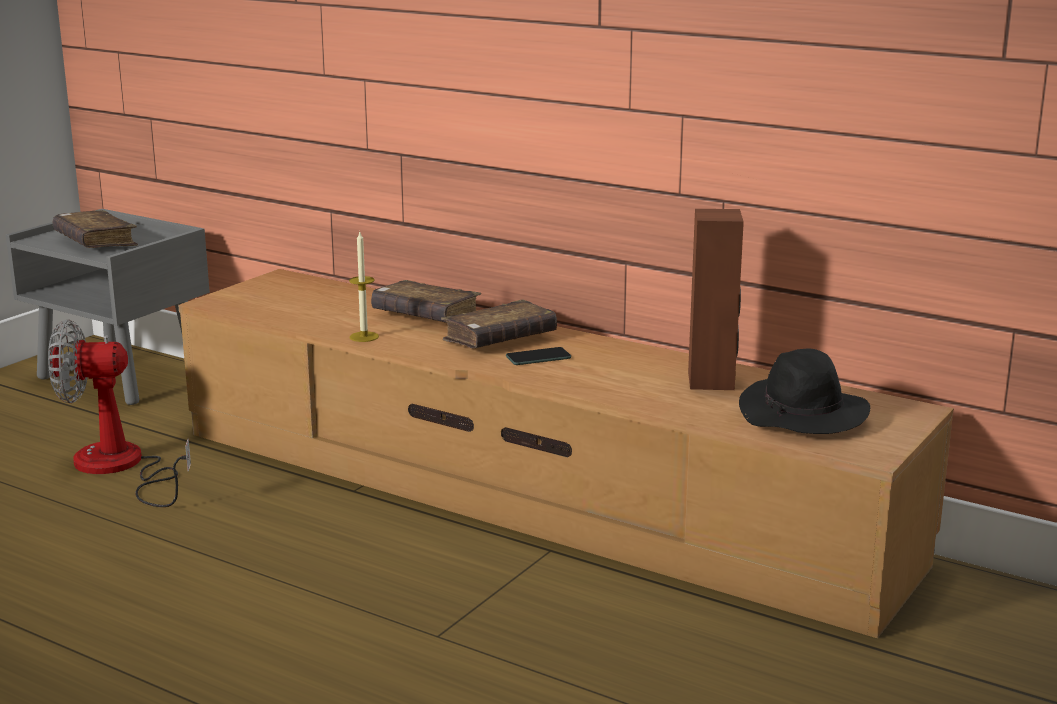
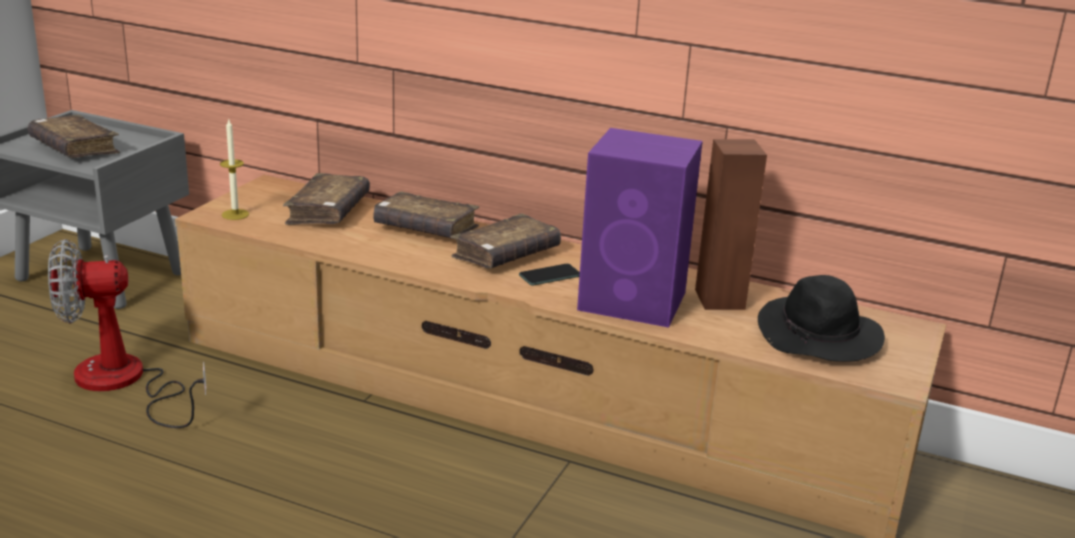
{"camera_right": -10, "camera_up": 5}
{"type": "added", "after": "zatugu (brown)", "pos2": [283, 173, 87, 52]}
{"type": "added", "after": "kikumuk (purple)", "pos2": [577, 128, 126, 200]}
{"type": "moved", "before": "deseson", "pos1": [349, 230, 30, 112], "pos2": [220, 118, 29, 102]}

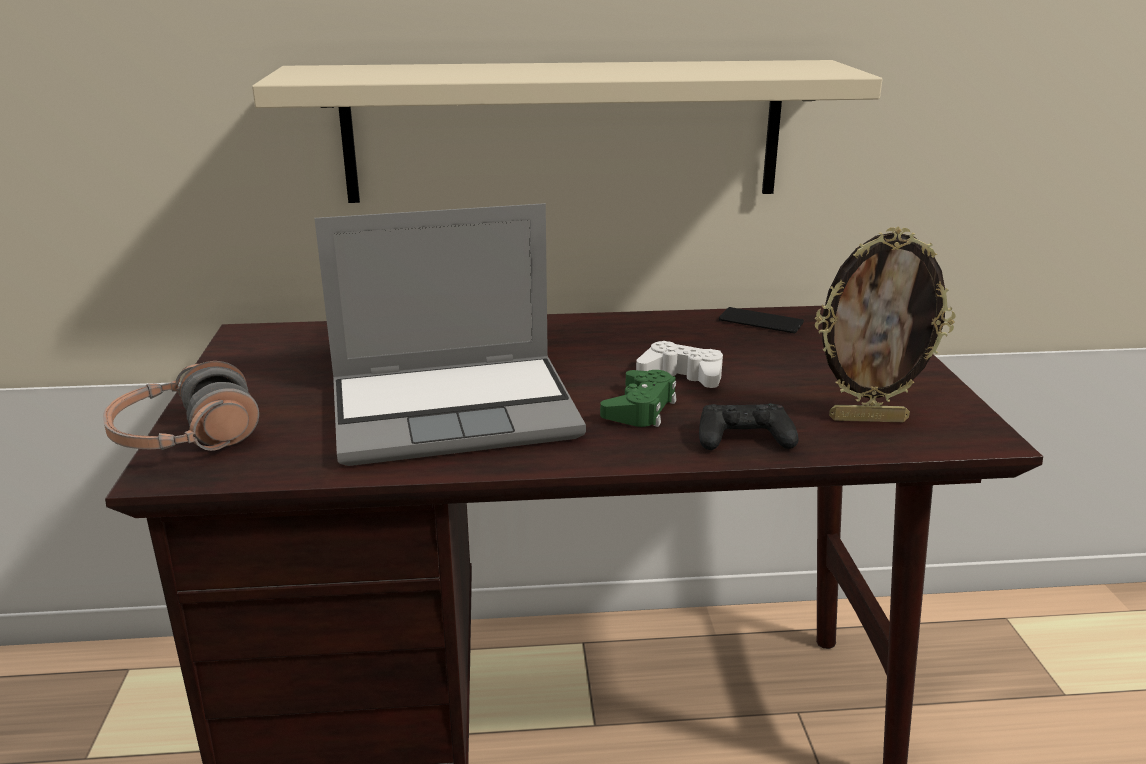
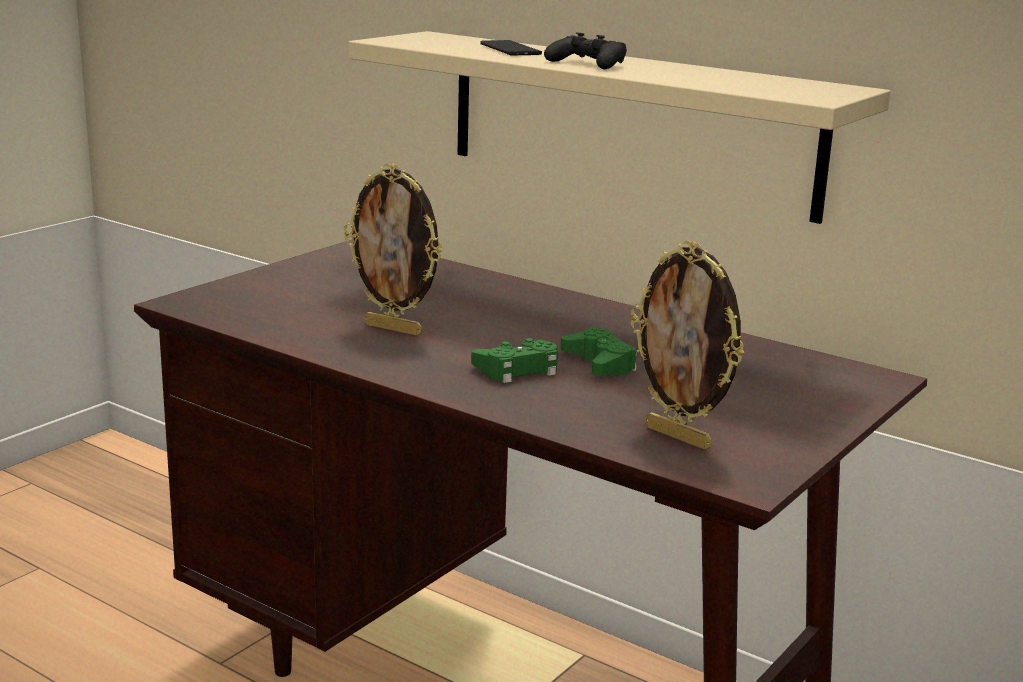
{"camera_right": 40, "camera_up": -5}
{"type": "removed", "before": "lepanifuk", "pos1": [103, 361, 156, 90]}
{"type": "moved", "before": "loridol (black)", "pos1": [699, 404, 99, 46], "pos2": [544, 32, 83, 37]}
{"type": "moved", "before": "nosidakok", "pos1": [719, 307, 85, 27], "pos2": [480, 40, 62, 15]}
{"type": "replaced", "before": "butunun", "after": "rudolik", "pos1": [314, 203, 272, 263], "pos2": [344, 163, 98, 172]}
{"type": "recoloured", "before": "loridol (white)", "after": "loridol (green)", "pos1": [636, 341, 87, 47], "pos2": [561, 327, 76, 49]}

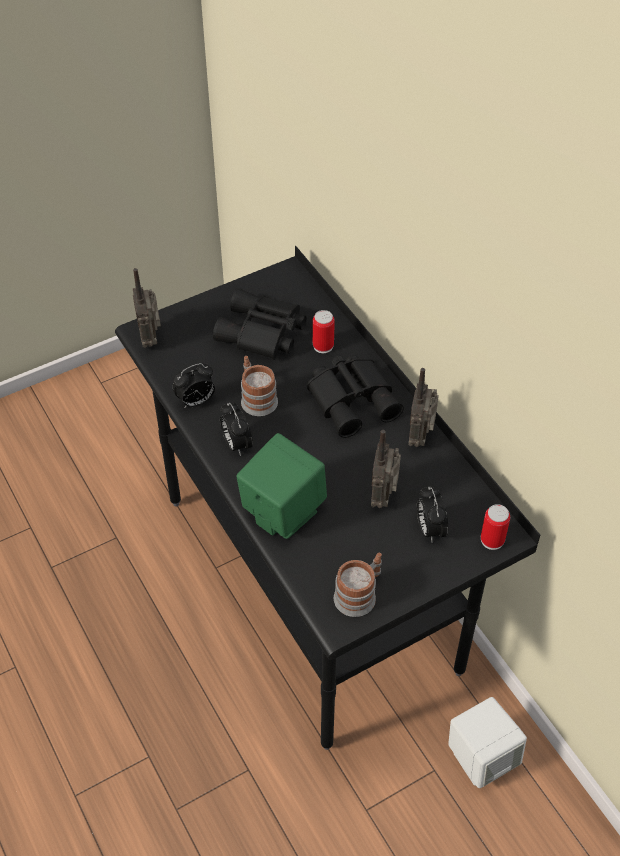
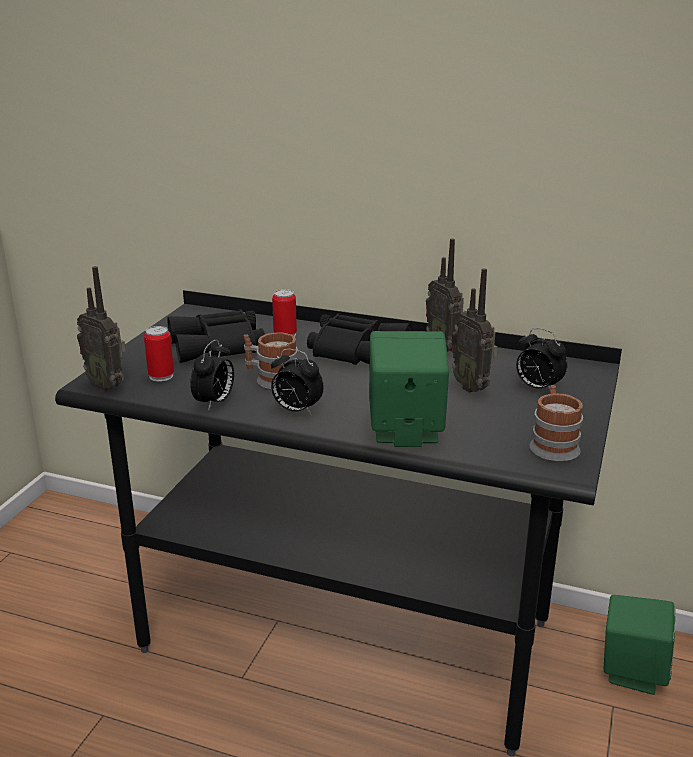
{"camera_right": -40, "camera_up": -25}
{"type": "moved", "before": "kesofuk", "pos1": [481, 504, 29, 46], "pos2": [144, 326, 30, 56]}
{"type": "recoloured", "before": "kikumuk (white)", "after": "kikumuk (green)", "pos1": [448, 697, 79, 91], "pos2": [603, 595, 73, 100]}

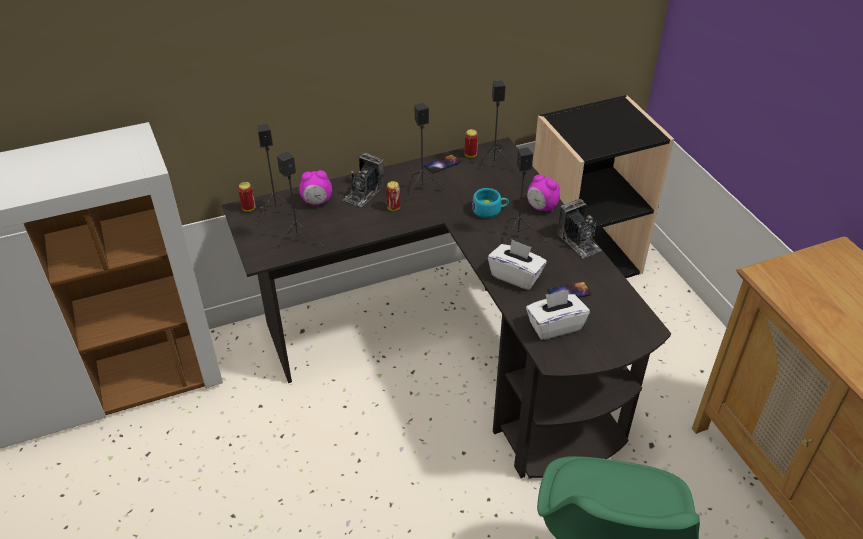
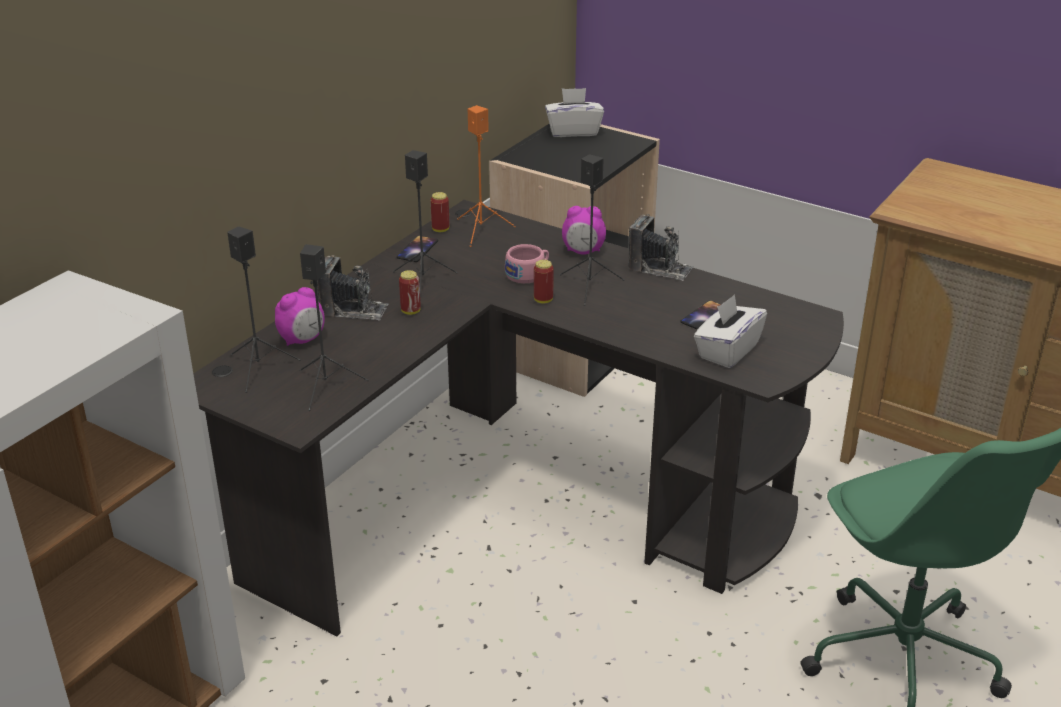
{"camera_right": -35, "camera_up": -10}
{"type": "moved", "before": "kesofuk", "pos1": [238, 182, 18, 30], "pos2": [534, 260, 20, 44]}
{"type": "moved", "before": "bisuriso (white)", "pos1": [488, 239, 59, 51], "pos2": [545, 88, 59, 49]}
{"type": "recoloured", "before": "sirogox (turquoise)", "after": "sirogox (pink)", "pos1": [472, 188, 37, 30], "pos2": [505, 244, 44, 39]}
{"type": "recoloured", "before": "kikumuk (black)", "after": "kikumuk (orange)", "pos1": [475, 80, 43, 95], "pos2": [457, 105, 59, 142]}
{"type": "turned", "before": "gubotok", "pos1": [343, 153, 41, 54], "pos2": [317, 255, 72, 66], "turn": -75}

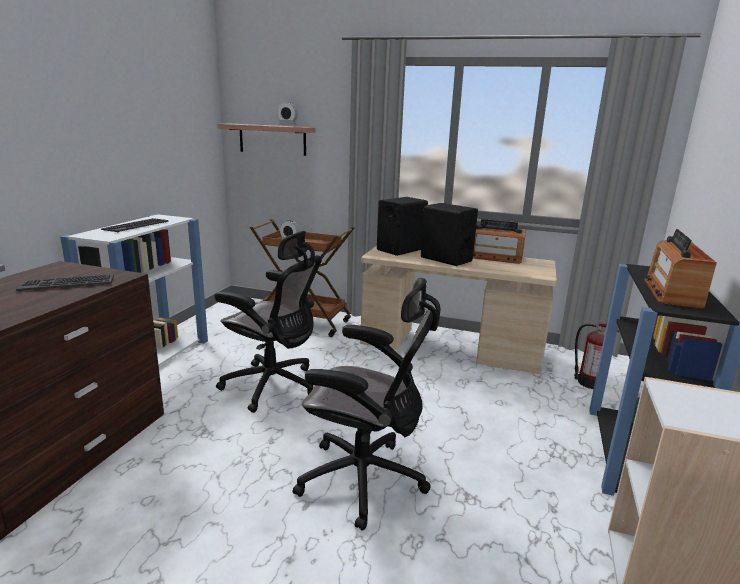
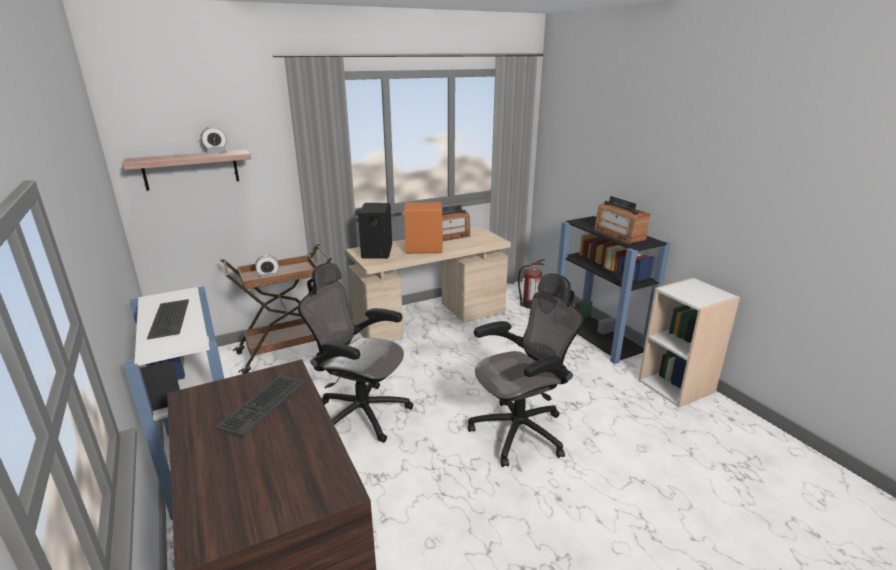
{"camera_right": -45, "camera_up": 5}
{"type": "recoloured", "before": "kikumuk (black)", "after": "kikumuk (orange)", "pos1": [421, 203, 57, 63], "pos2": [402, 202, 41, 52]}
{"type": "turned", "before": "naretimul", "pos1": [215, 231, 107, 182], "pos2": [298, 263, 115, 180], "turn": -135}

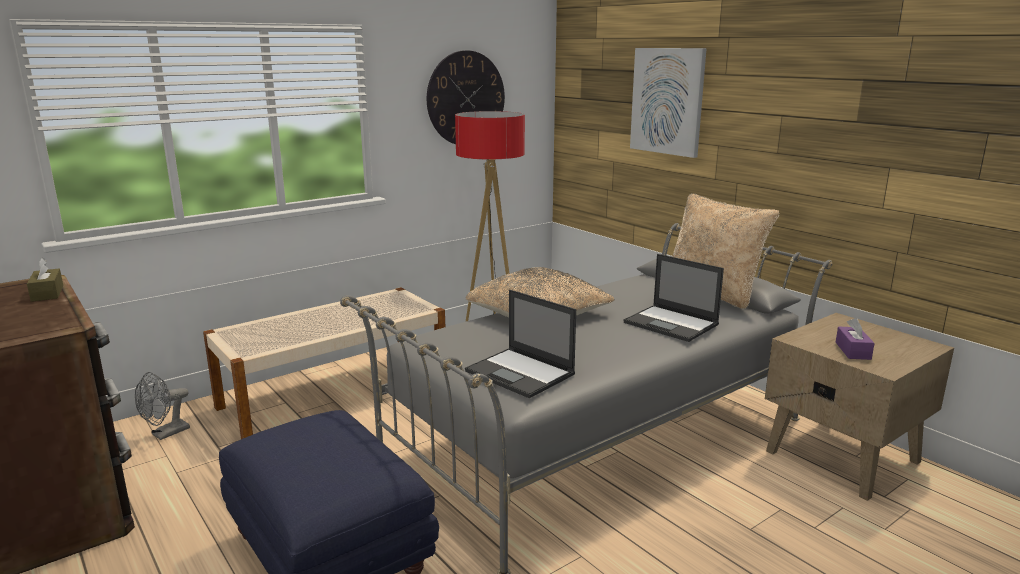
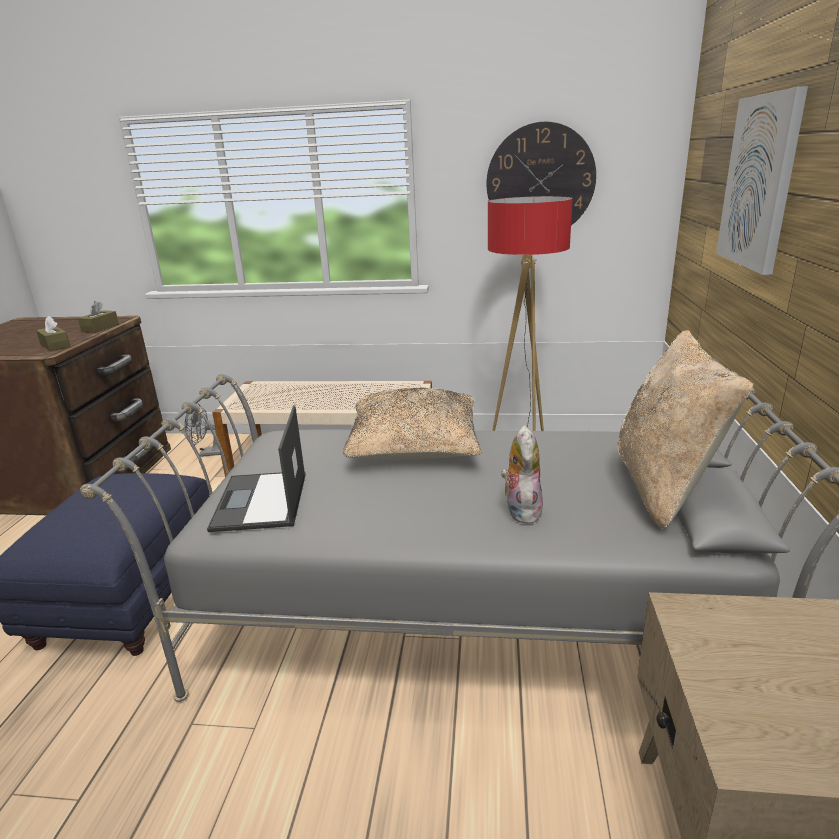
{"camera_right": 45, "camera_up": 5}
{"type": "removed", "before": "bisuriso (purple)", "pos1": [836, 318, 39, 42]}
{"type": "added", "after": "bisuriso (brown)", "pos2": [36, 316, 34, 35]}
{"type": "replaced", "before": "butunun", "after": "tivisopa", "pos1": [623, 254, 101, 88], "pos2": [501, 425, 43, 99]}

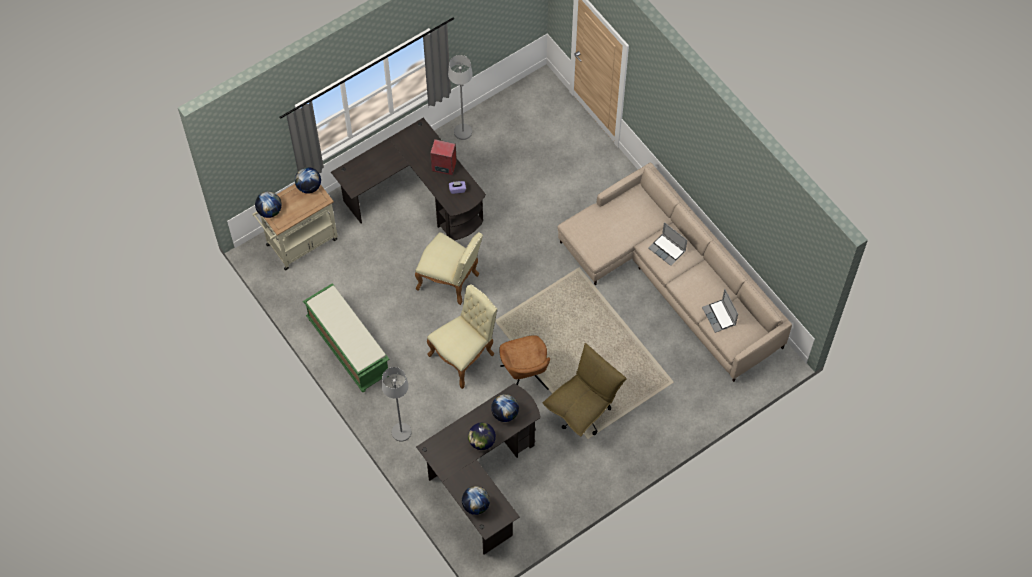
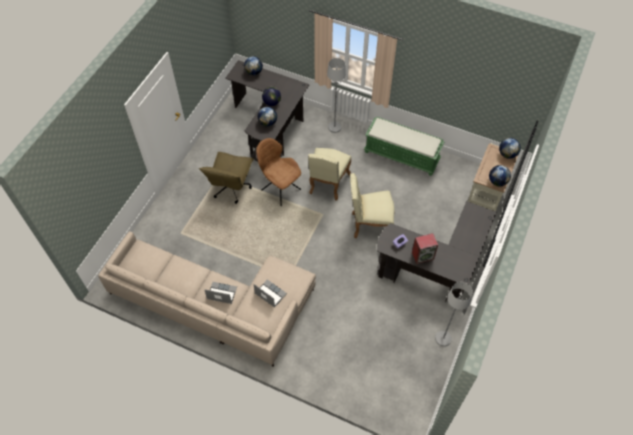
{"camera_right": 150, "camera_up": -5}
{"type": "moved", "before": "butunun", "pos1": [702, 289, 36, 44], "pos2": [253, 279, 34, 29]}

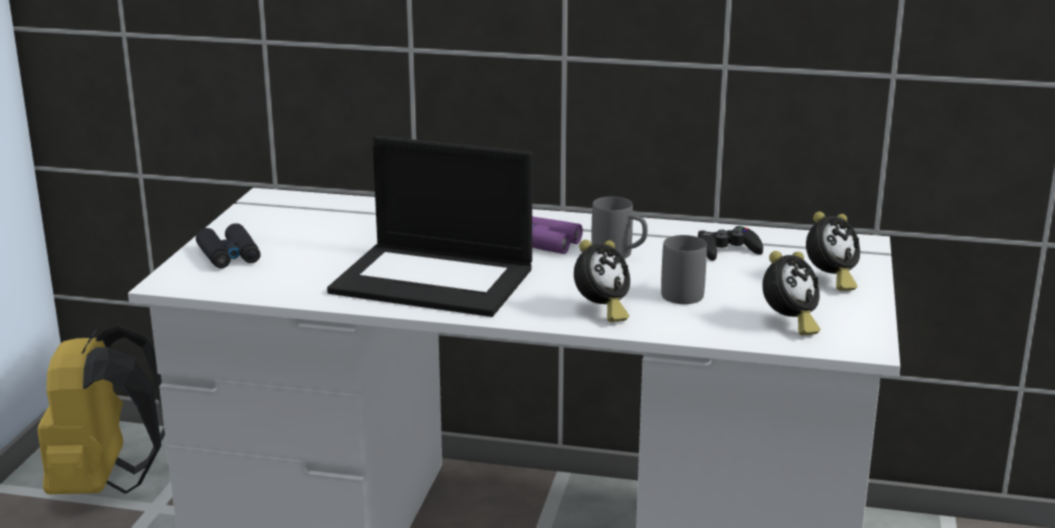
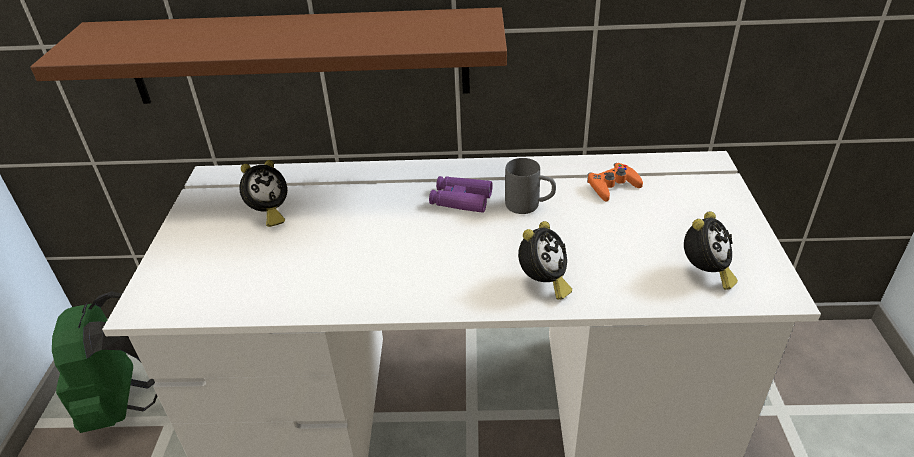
{"camera_right": -10, "camera_up": 15}
{"type": "removed", "before": "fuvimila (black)", "pos1": [196, 223, 65, 45]}
{"type": "removed", "before": "butunun", "pos1": [327, 136, 205, 181]}
{"type": "removed", "before": "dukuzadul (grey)", "pos1": [661, 235, 46, 69]}
{"type": "added", "after": "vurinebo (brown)", "pos2": [30, 7, 477, 97]}
{"type": "moved", "before": "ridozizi", "pos1": [806, 211, 54, 80], "pos2": [239, 160, 48, 67]}
{"type": "recoloured", "before": "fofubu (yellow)", "after": "fofubu (green)", "pos1": [37, 326, 128, 169], "pos2": [52, 291, 105, 142]}
{"type": "recoloured", "before": "loridol (black)", "after": "loridol (orange)", "pos1": [698, 226, 65, 35], "pos2": [587, 163, 56, 39]}

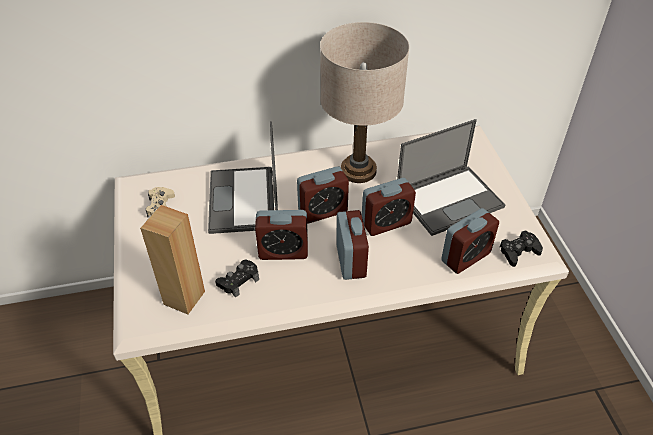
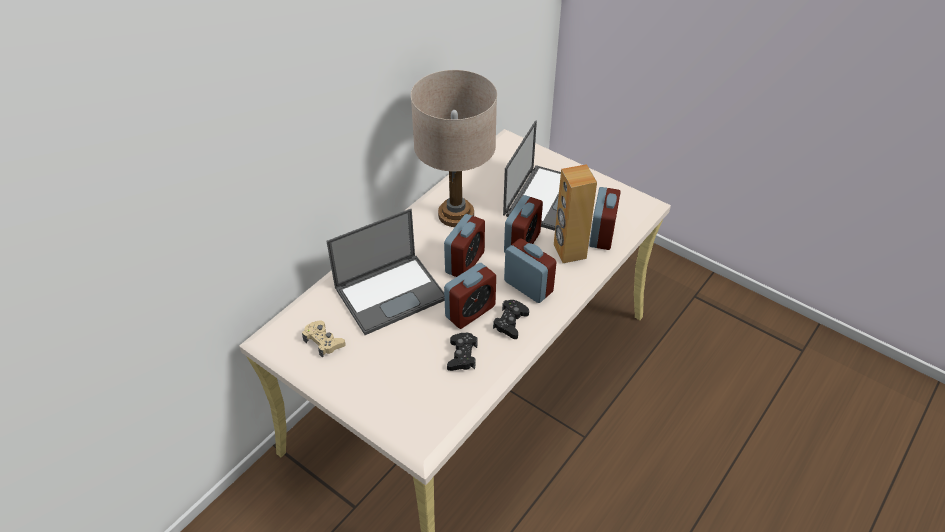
{"camera_right": -40, "camera_up": 0}
{"type": "moved", "before": "kikumuk (brown)", "pos1": [140, 205, 65, 109], "pos2": [554, 164, 43, 99]}
{"type": "moved", "before": "loridol (black)", "pos1": [499, 231, 44, 36], "pos2": [493, 300, 36, 39]}
{"type": "turned", "before": "butunun", "pos1": [208, 121, 70, 113], "pos2": [327, 209, 118, 126], "turn": -75}

